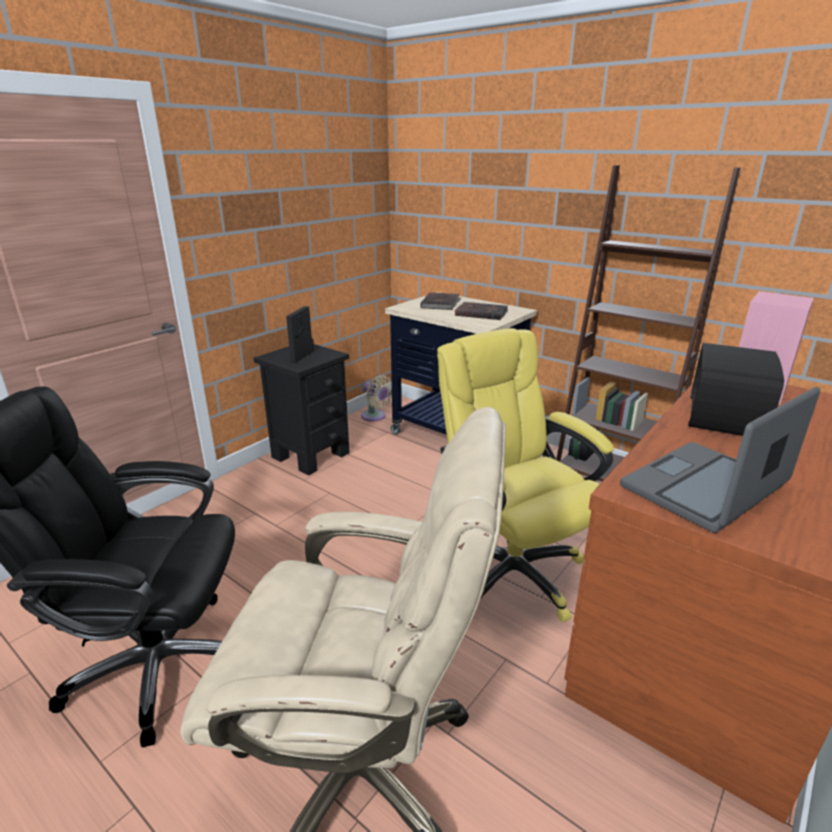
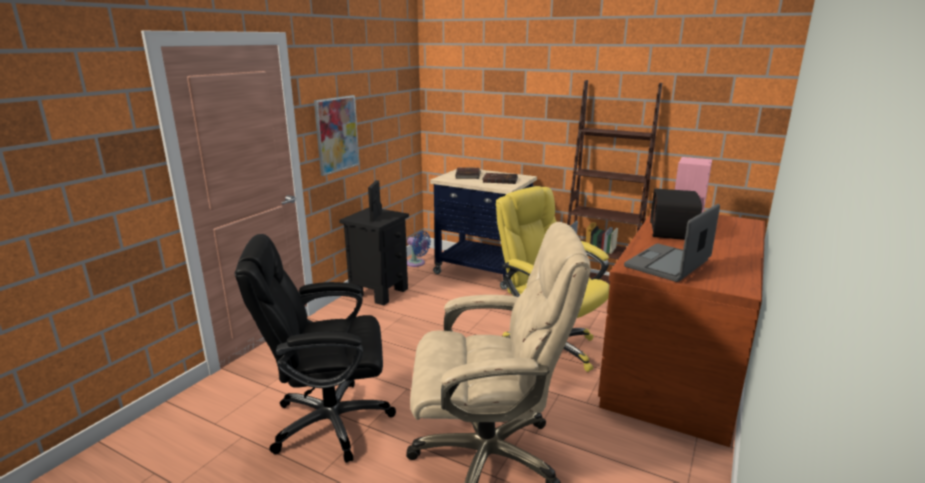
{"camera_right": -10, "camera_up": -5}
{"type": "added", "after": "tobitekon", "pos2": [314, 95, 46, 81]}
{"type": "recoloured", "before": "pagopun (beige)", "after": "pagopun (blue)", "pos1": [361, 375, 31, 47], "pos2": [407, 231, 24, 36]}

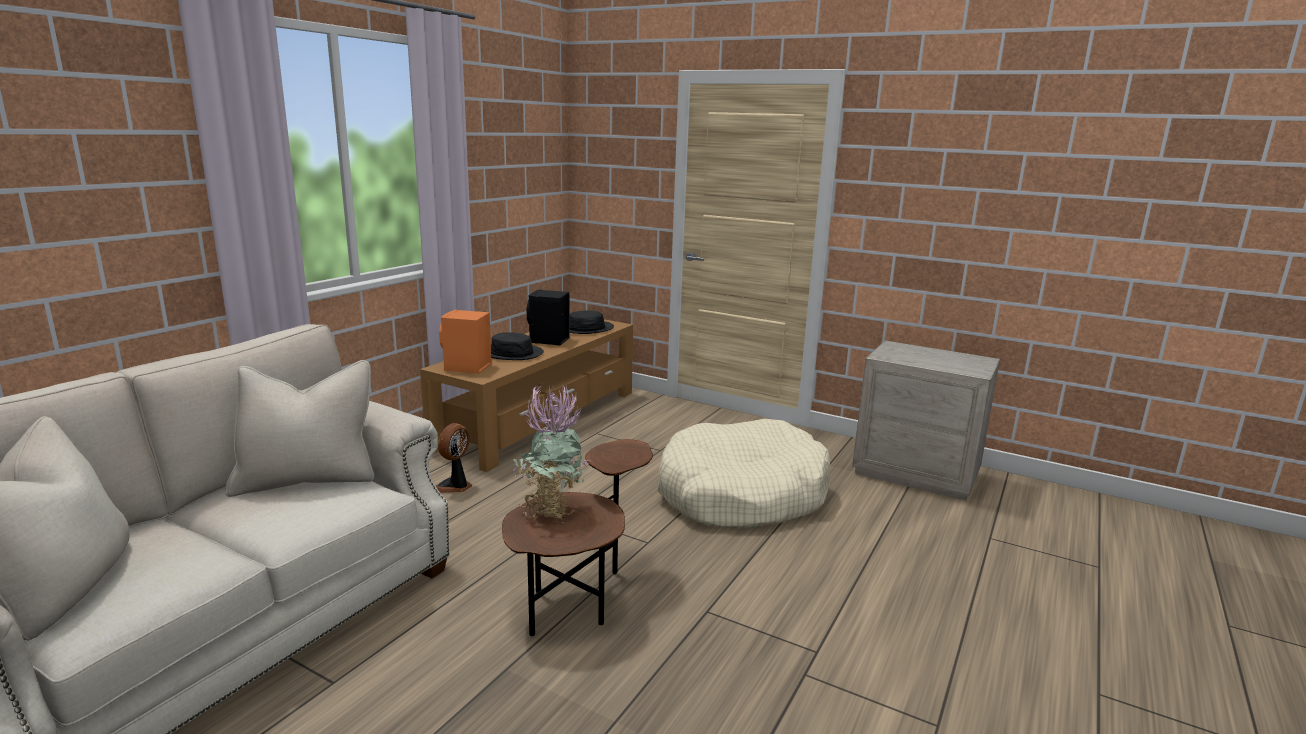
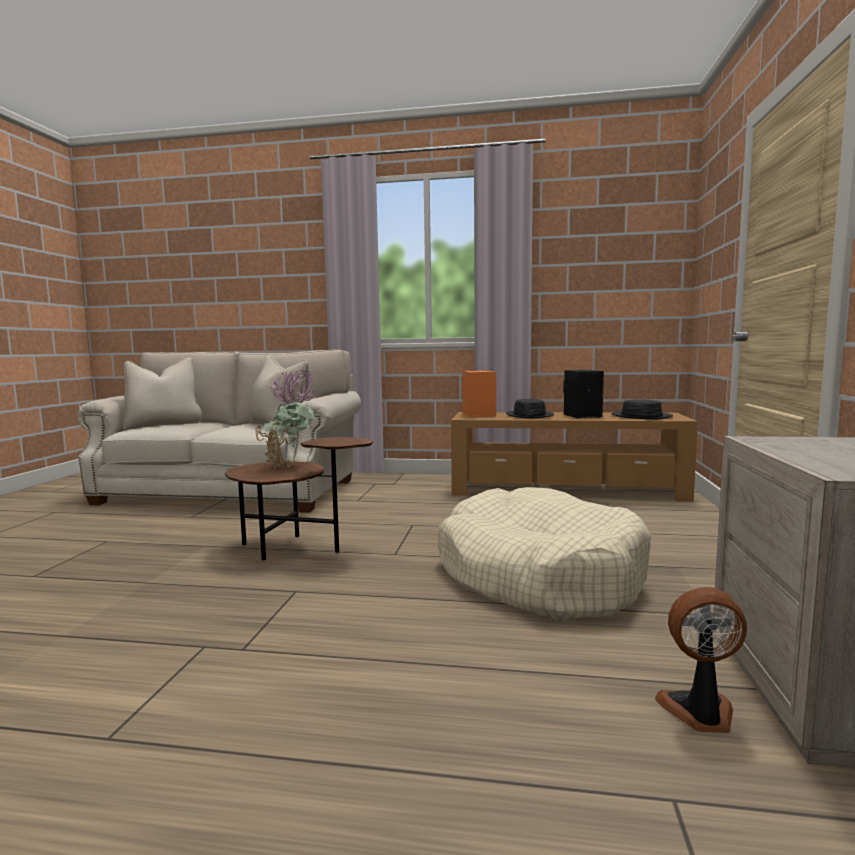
{"camera_right": 70, "camera_up": -10}
{"type": "moved", "before": "pagopun", "pos1": [435, 423, 37, 70], "pos2": [655, 587, 92, 146]}

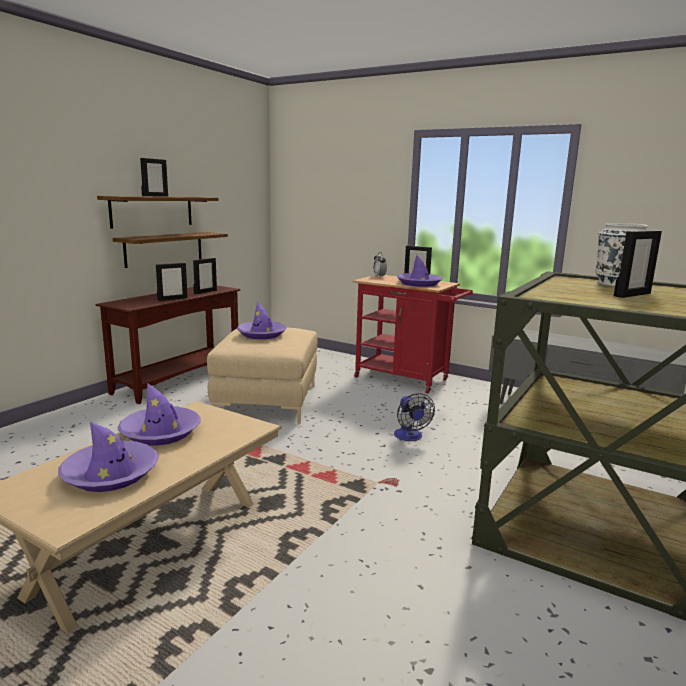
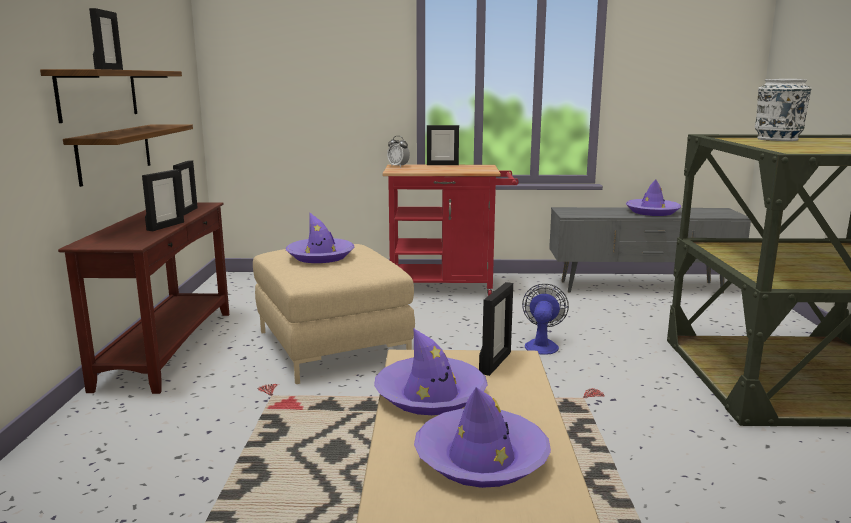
{"camera_right": -30, "camera_up": 0}
{"type": "moved", "before": "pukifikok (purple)", "pos1": [397, 255, 45, 32], "pos2": [626, 179, 55, 37]}
{"type": "moved", "before": "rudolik", "pos1": [614, 230, 48, 68], "pos2": [479, 282, 34, 94]}
{"type": "turned", "before": "pagopun", "pos1": [394, 393, 41, 48], "pos2": [522, 284, 47, 71], "turn": -120}

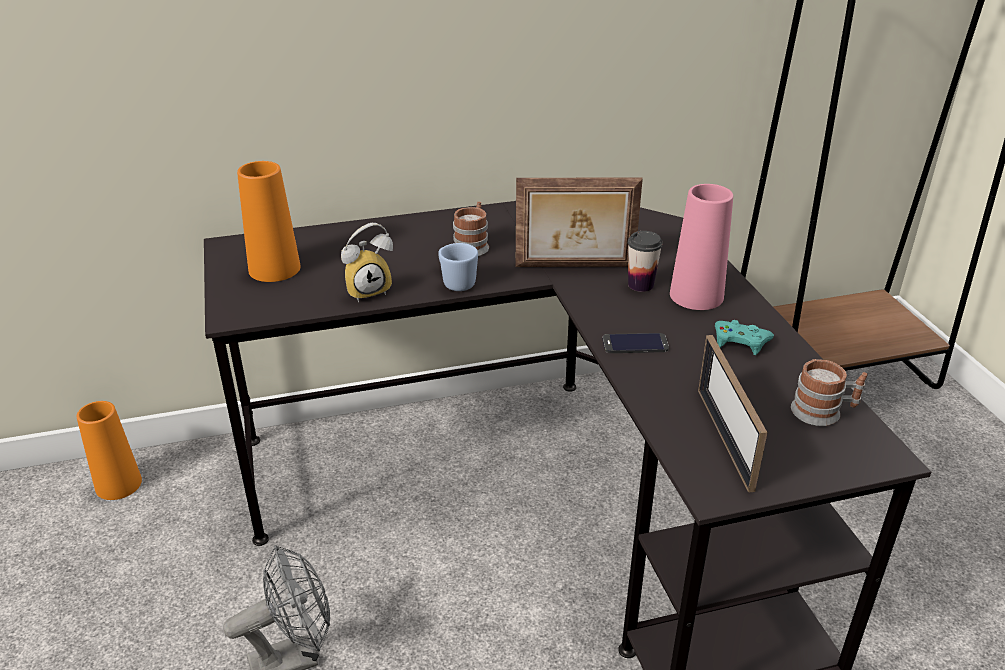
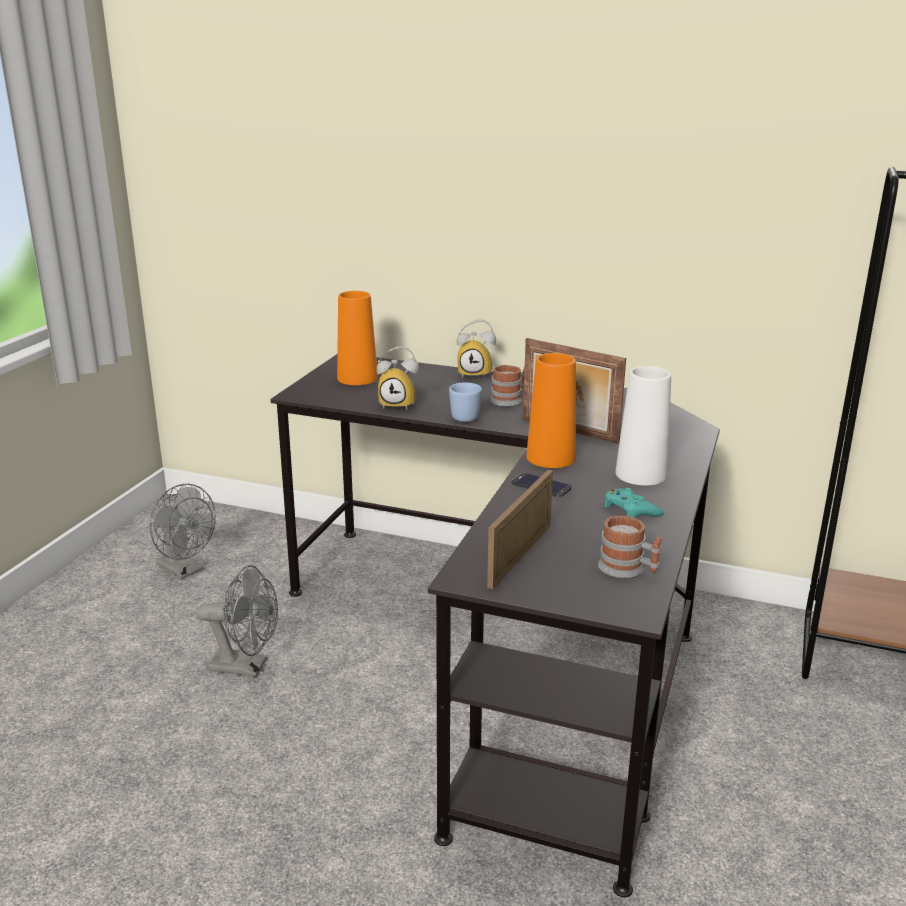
{"camera_right": 35, "camera_up": -10}
{"type": "removed", "before": "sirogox", "pos1": [628, 231, 35, 61]}
{"type": "added", "after": "pagopun (grey)", "pos2": [149, 484, 67, 95]}
{"type": "added", "after": "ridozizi", "pos2": [457, 319, 39, 60]}
{"type": "moved", "before": "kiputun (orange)", "pos1": [77, 401, 65, 99], "pos2": [526, 353, 50, 115]}
{"type": "recoloured", "before": "kiputun (pink)", "after": "kiputun (white)", "pos1": [670, 184, 63, 126], "pos2": [615, 366, 56, 119]}

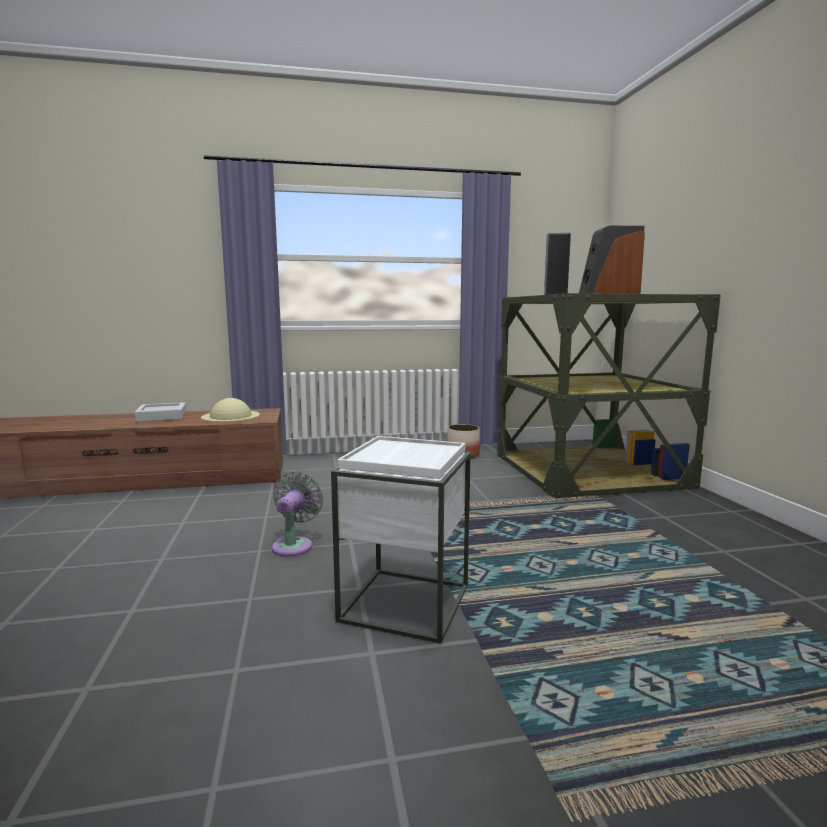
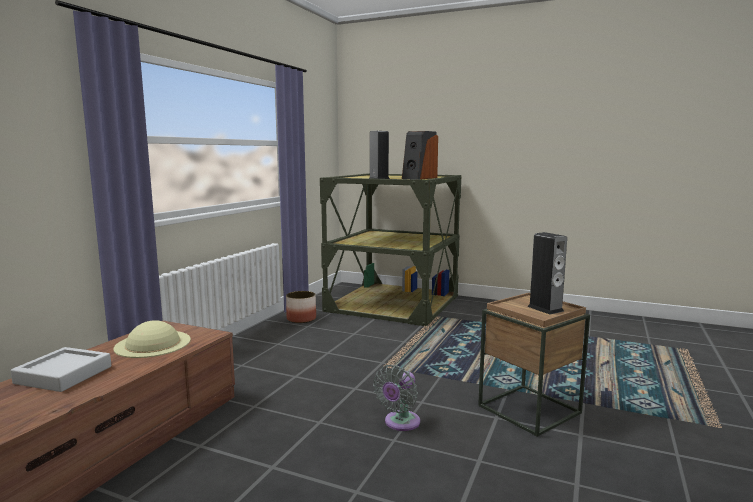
{"camera_right": -55, "camera_up": 0}
{"type": "added", "after": "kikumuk", "pos2": [527, 232, 40, 82]}
{"type": "recoloured", "before": "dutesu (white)", "after": "dutesu (brown)", "pos1": [331, 436, 140, 208], "pos2": [478, 293, 112, 144]}
{"type": "turned", "before": "pagopun (grey)", "pos1": [272, 471, 51, 86], "pos2": [373, 365, 47, 66], "turn": -105}

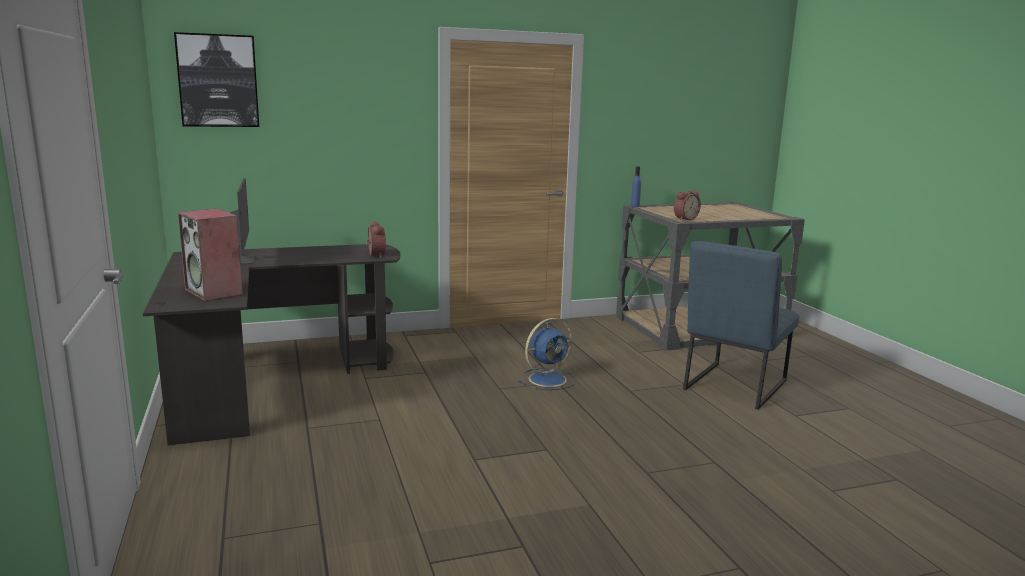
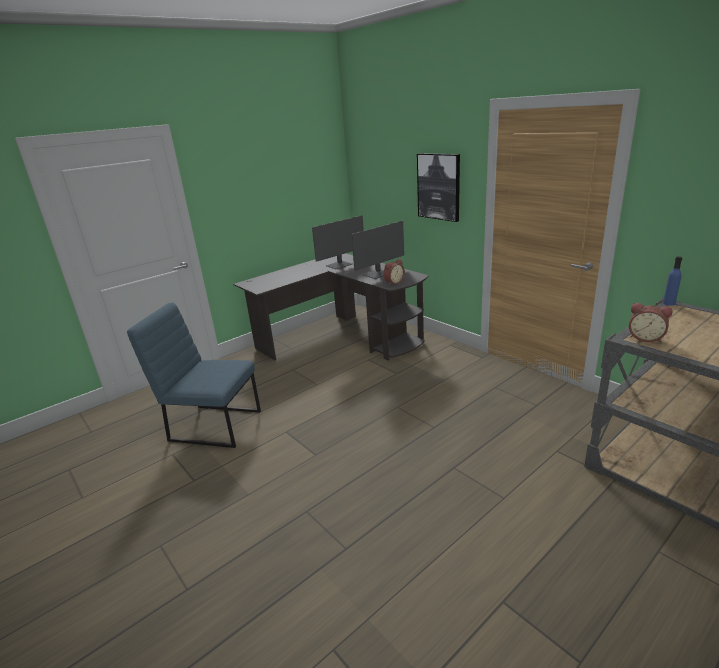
{"camera_right": 70, "camera_up": 10}
{"type": "removed", "before": "kikumuk", "pos1": [178, 209, 65, 92]}
{"type": "removed", "before": "pagopun (blue)", "pos1": [518, 318, 59, 72]}
{"type": "added", "after": "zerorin", "pos2": [351, 221, 53, 58]}
{"type": "moved", "before": "tobitekon", "pos1": [174, 32, 85, 95], "pos2": [417, 153, 43, 69]}
{"type": "moved", "before": "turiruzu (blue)", "pos1": [683, 241, 116, 169], "pos2": [127, 303, 134, 145]}

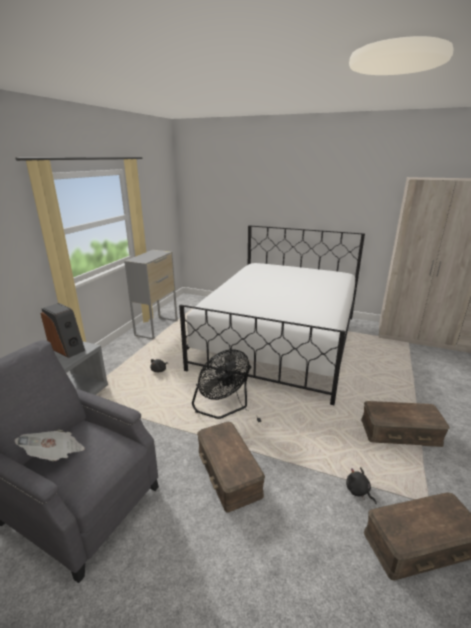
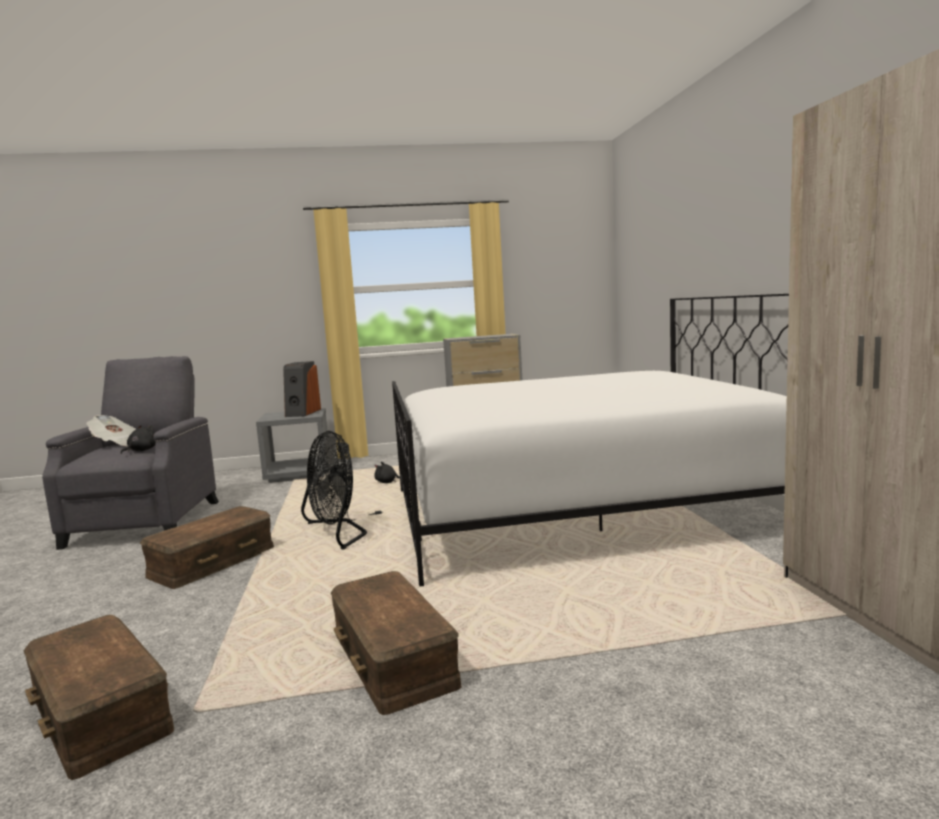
{"camera_right": 60, "camera_up": -15}
{"type": "moved", "before": "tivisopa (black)", "pos1": [346, 467, 31, 37], "pos2": [120, 425, 35, 29]}
{"type": "turned", "before": "pagopun (black)", "pos1": [192, 349, 69, 73], "pos2": [301, 431, 81, 119], "turn": -150}

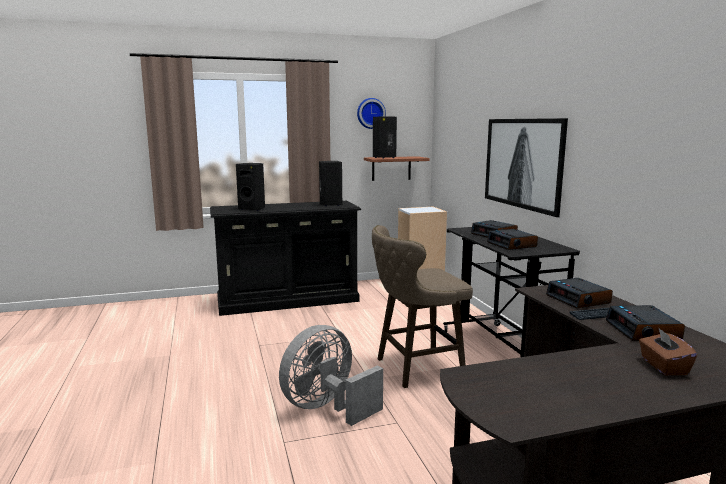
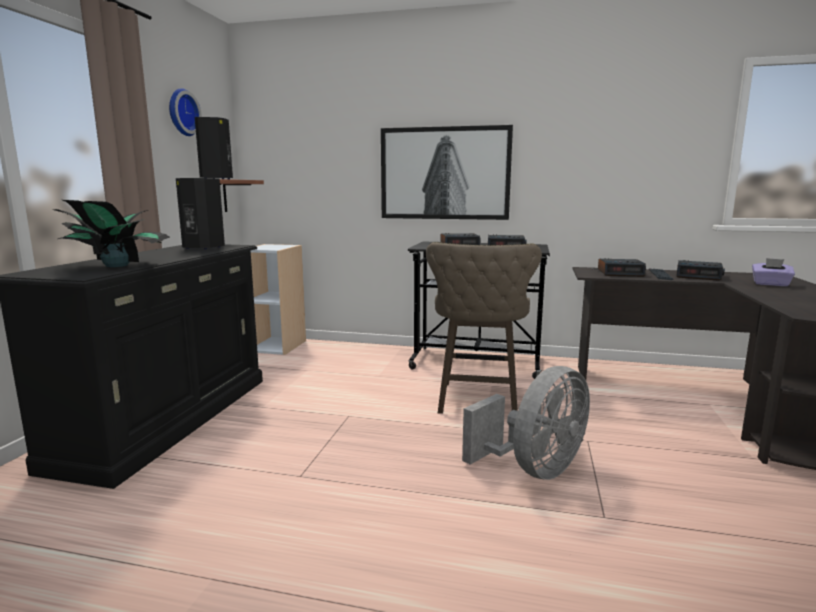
{"camera_right": -60, "camera_up": 0}
{"type": "replaced", "before": "kikumuk (black)", "after": "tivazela", "pos1": [236, 163, 29, 48], "pos2": [53, 200, 117, 67]}
{"type": "recoloured", "before": "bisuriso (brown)", "after": "bisuriso (purple)", "pos1": [639, 327, 58, 48], "pos2": [752, 258, 43, 28]}
{"type": "turned", "before": "pagopun (grey)", "pos1": [279, 325, 104, 101], "pos2": [462, 366, 128, 114], "turn": -120}

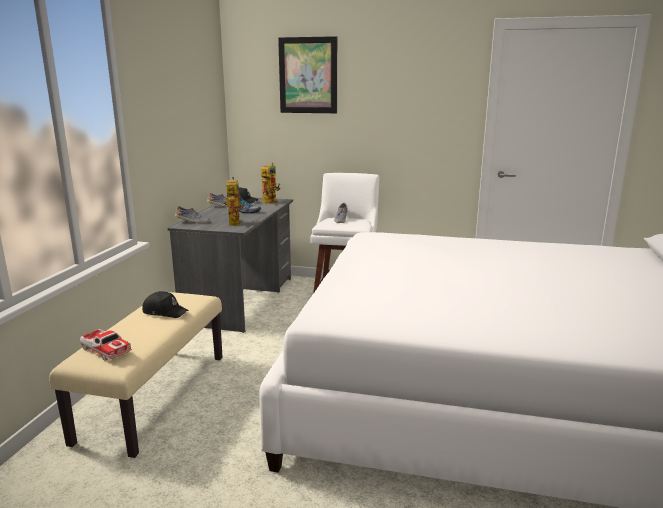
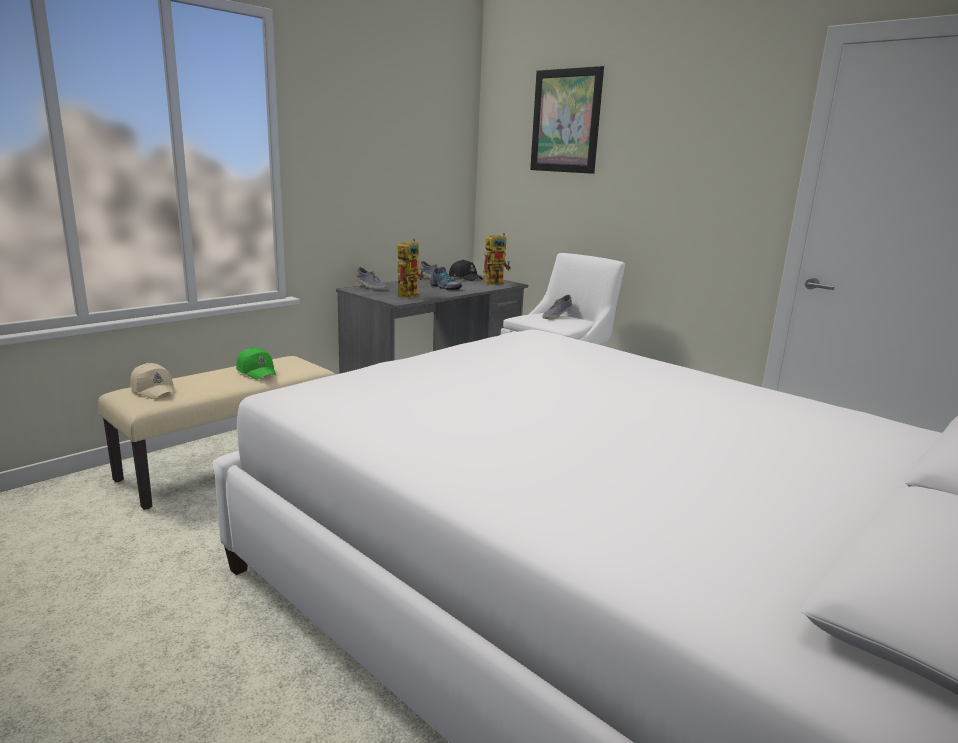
{"camera_right": 30, "camera_up": 0}
{"type": "replaced", "before": "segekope", "after": "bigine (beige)", "pos1": [80, 329, 52, 32], "pos2": [130, 363, 45, 36]}
{"type": "recoloured", "before": "bigine (black)", "after": "bigine (green)", "pos1": [142, 291, 47, 27], "pos2": [236, 347, 40, 33]}

